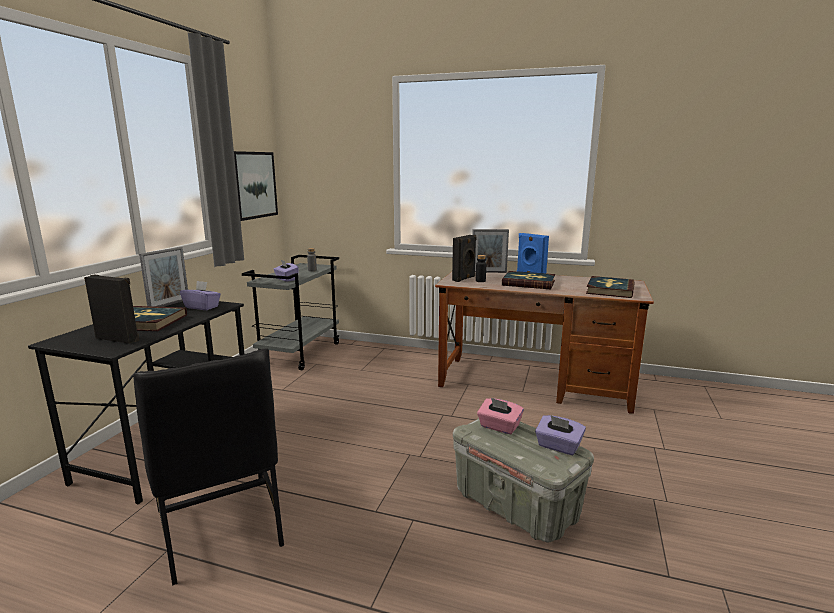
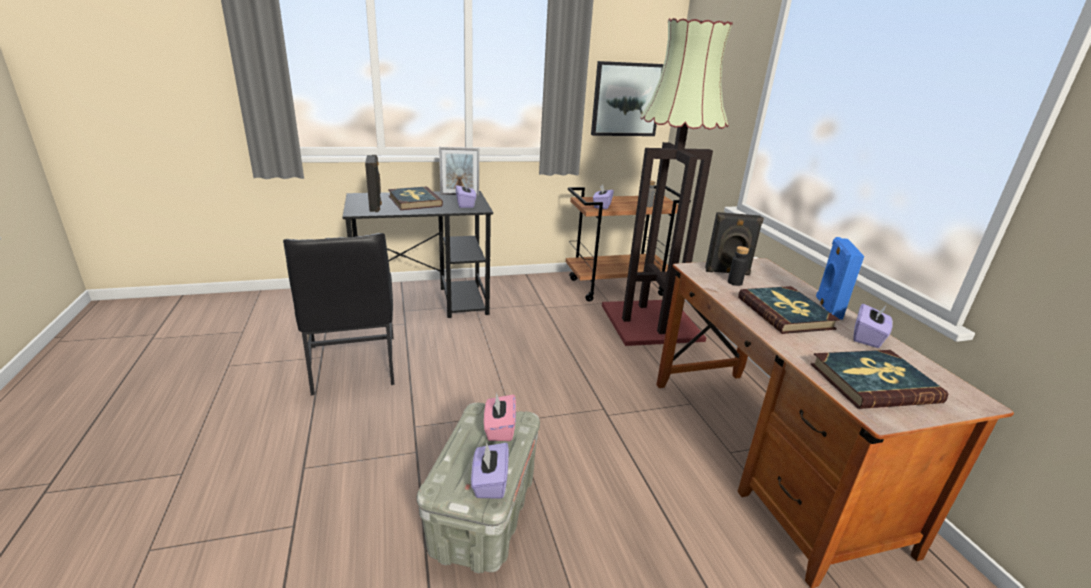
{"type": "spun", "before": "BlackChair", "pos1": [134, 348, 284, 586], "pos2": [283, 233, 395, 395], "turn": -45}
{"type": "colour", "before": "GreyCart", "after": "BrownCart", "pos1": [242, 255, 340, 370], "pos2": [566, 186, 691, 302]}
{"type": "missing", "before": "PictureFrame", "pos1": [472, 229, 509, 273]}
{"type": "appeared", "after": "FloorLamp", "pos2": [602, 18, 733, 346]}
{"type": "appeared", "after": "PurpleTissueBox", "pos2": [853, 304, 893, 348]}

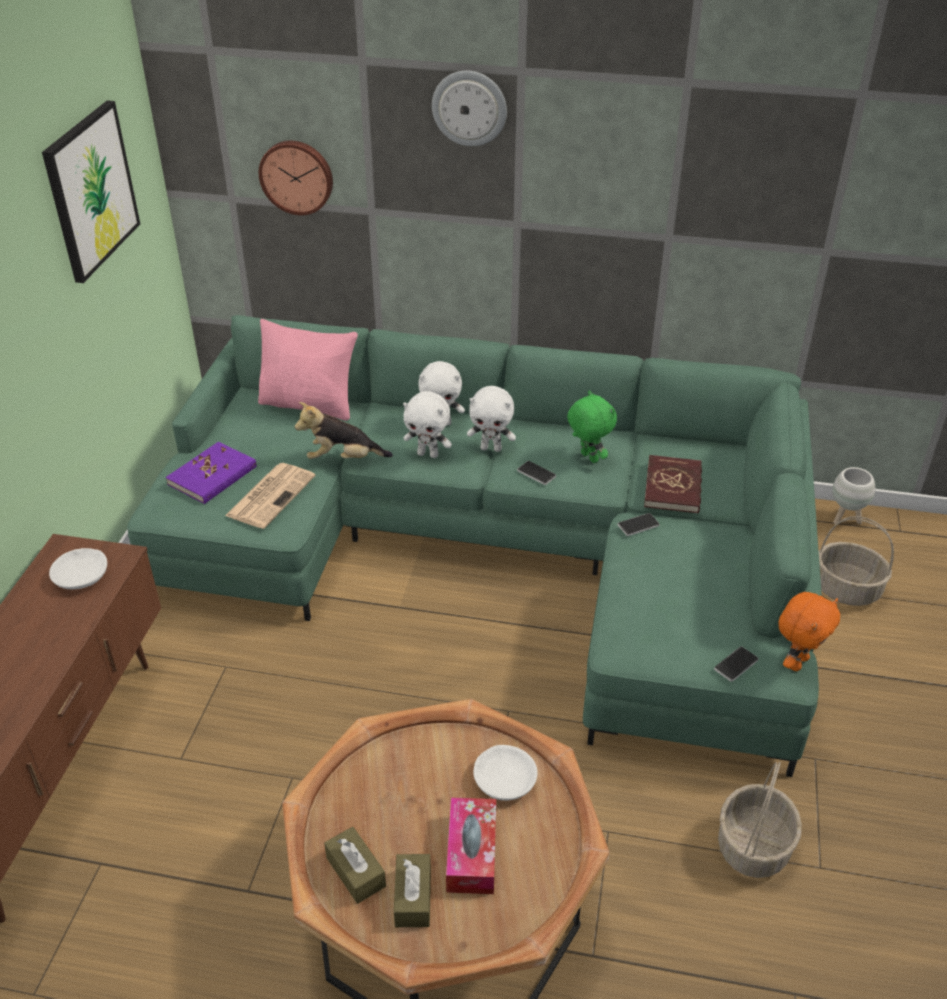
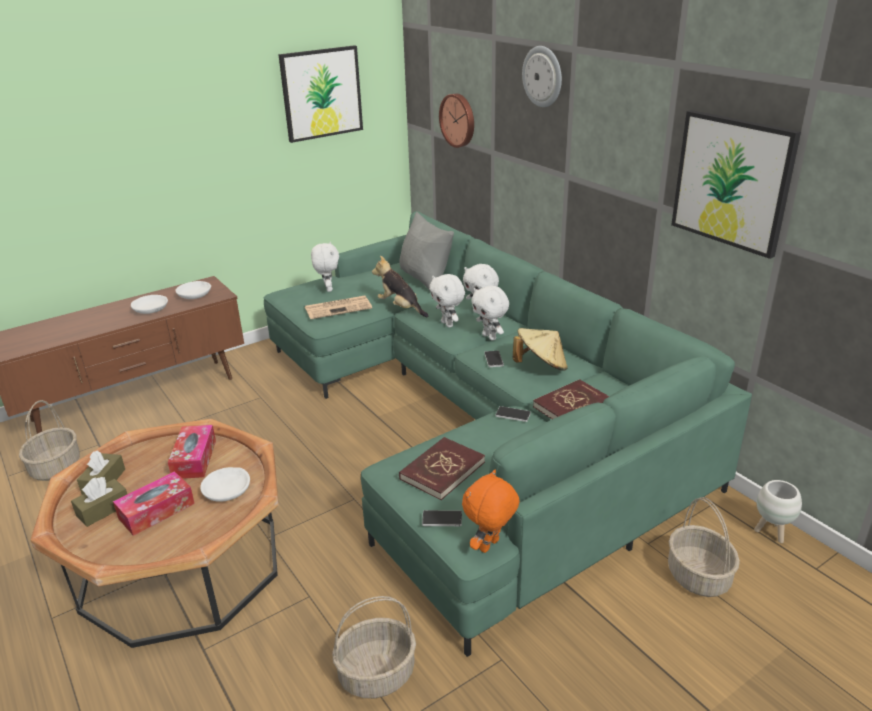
{"type": "exchanged", "before": "PurpleBook", "after": "WhitePlushToy", "pos1": [166, 442, 256, 504], "pos2": [311, 242, 339, 292]}
{"type": "colour", "before": "PinkPillow", "after": "GreyPillow", "pos1": [258, 319, 358, 421], "pos2": [399, 212, 454, 291]}
{"type": "exchanged", "before": "GreenPlushToy", "after": "BeigeHat", "pos1": [567, 390, 617, 463], "pos2": [513, 328, 568, 371]}
{"type": "spun", "before": "OrangePlushToy", "pos1": [778, 592, 840, 671], "pos2": [462, 469, 520, 553], "turn": 135}
{"type": "appeared", "after": "Basket", "pos2": [19, 400, 80, 481]}
{"type": "appeared", "after": "WhiteBowl", "pos2": [131, 295, 168, 314]}
{"type": "appeared", "after": "TissueBox", "pos2": [168, 425, 216, 479]}
{"type": "appeared", "after": "RedBook", "pos2": [399, 437, 485, 500]}
{"type": "appeared", "after": "Picture", "pos2": [671, 110, 801, 259]}

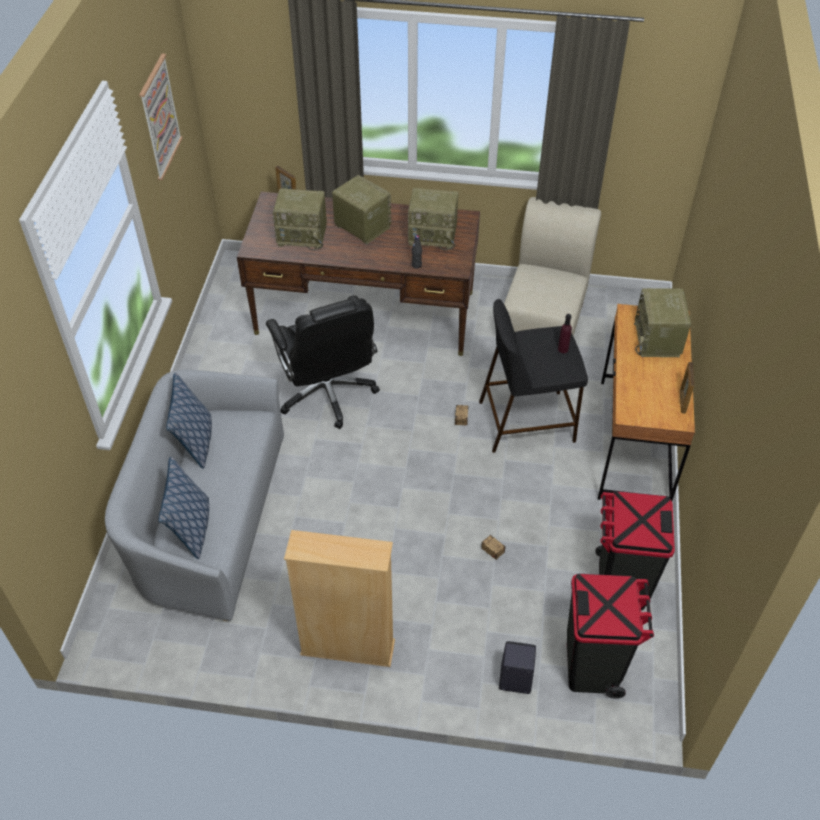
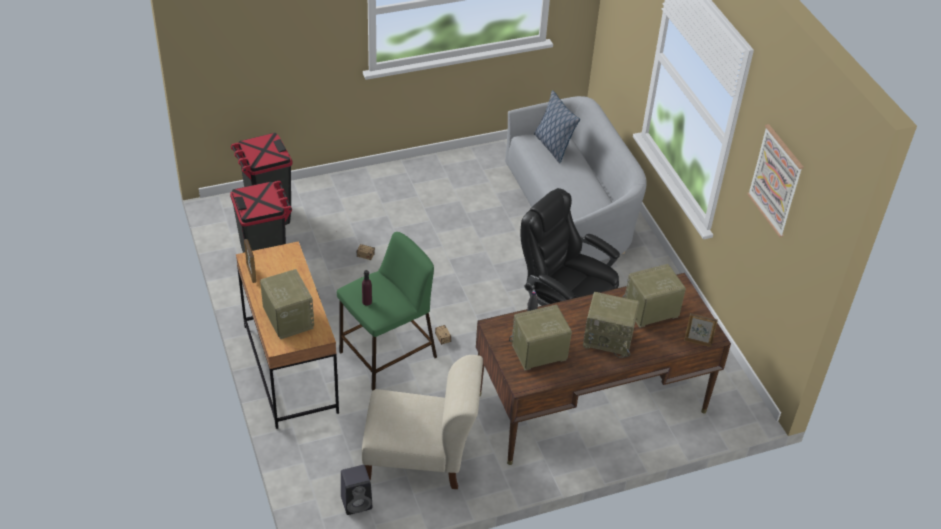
{"type": "missing", "before": "Pillow", "pos1": [166, 373, 212, 469]}
{"type": "missing", "before": "BeigeBookcase", "pos1": [284, 530, 395, 667]}
{"type": "colour", "before": "BlackStool", "after": "GreenStool", "pos1": [479, 299, 588, 453], "pos2": [337, 232, 437, 391]}
{"type": "relocated", "before": "BlackSpeaker", "pos1": [499, 641, 536, 694], "pos2": [341, 465, 372, 515]}
{"type": "spun", "before": "BeigeChair", "pos1": [504, 197, 601, 336], "pos2": [362, 355, 483, 489], "turn": -75}

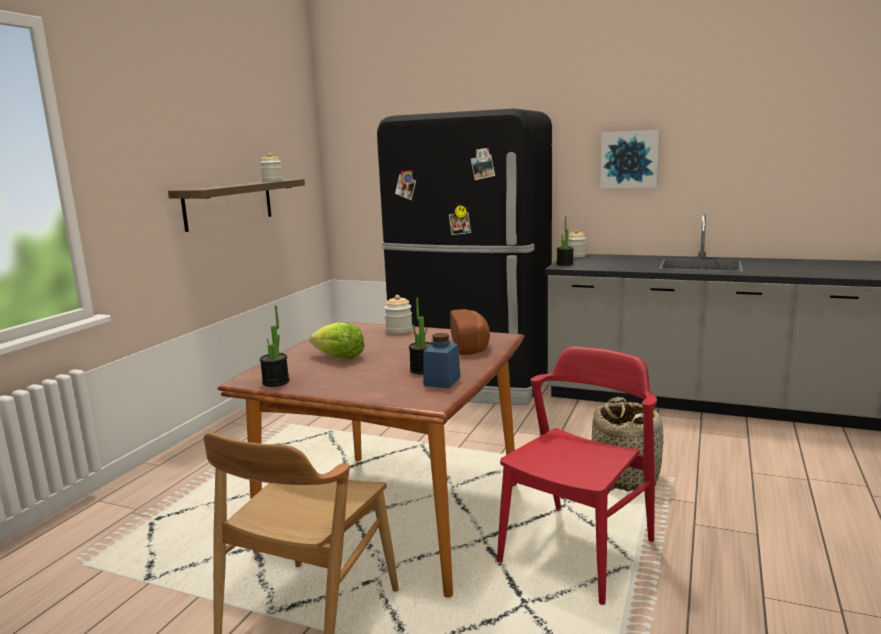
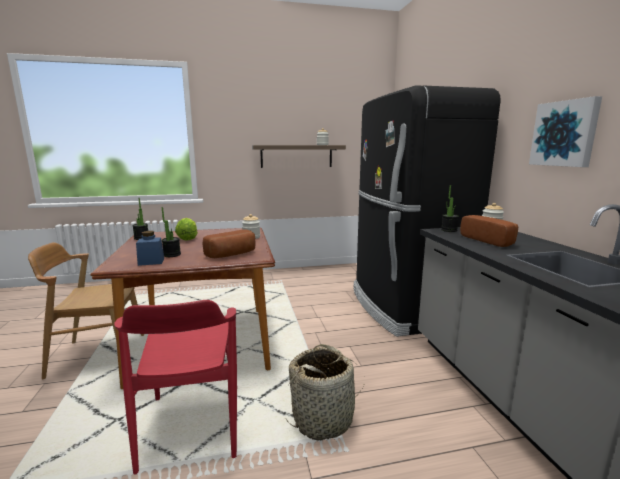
{"type": "spun", "before": "RedChair", "pos1": [497, 346, 657, 605], "pos2": [114, 300, 237, 475], "turn": 75}
{"type": "appeared", "after": "Bread", "pos2": [460, 215, 518, 247]}

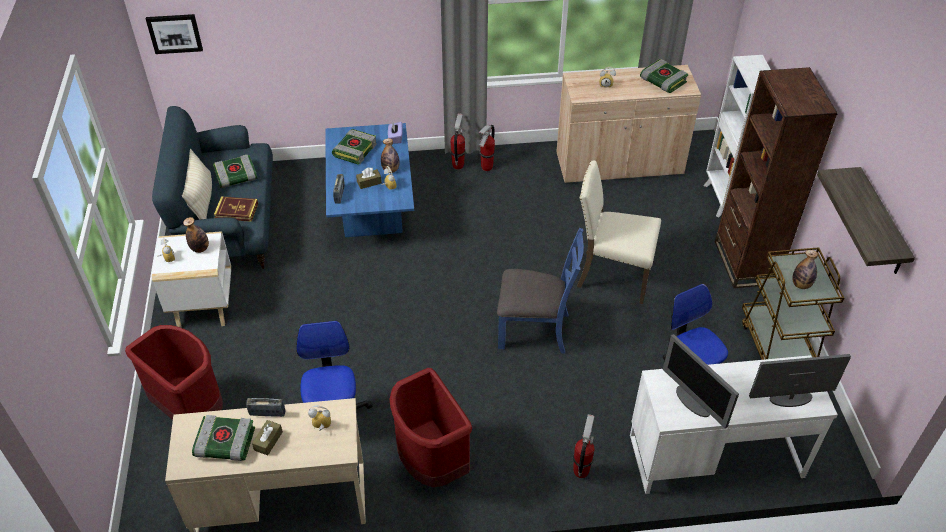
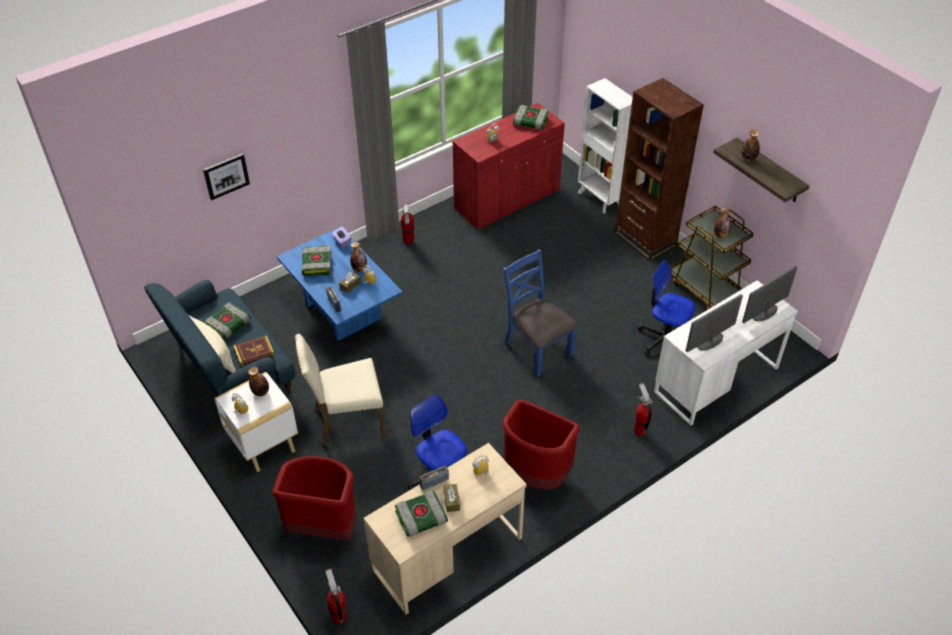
{"type": "relocated", "before": "Picture", "pos1": [146, 14, 203, 54], "pos2": [203, 153, 250, 200]}
{"type": "relocated", "before": "FireExtinguisher", "pos1": [450, 113, 466, 170], "pos2": [325, 569, 347, 624]}
{"type": "spun", "before": "BlueChair", "pos1": [497, 228, 584, 354], "pos2": [503, 250, 577, 377], "turn": -105}
{"type": "colour", "before": "BeigeCabinet", "after": "RedCabinet", "pos1": [556, 65, 701, 183], "pos2": [452, 103, 565, 230]}
{"type": "relocated", "before": "BeigeChair", "pos1": [577, 160, 661, 304], "pos2": [295, 334, 386, 446]}
{"type": "spun", "before": "Monitor", "pos1": [663, 334, 739, 428], "pos2": [686, 294, 743, 352], "turn": 120}
{"type": "appeared", "after": "Bottle", "pos2": [741, 130, 760, 161]}

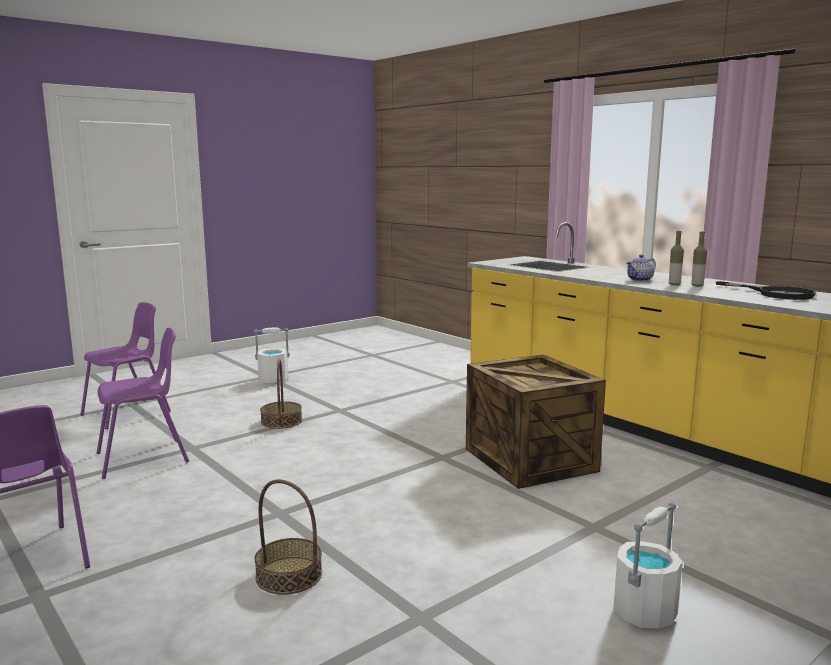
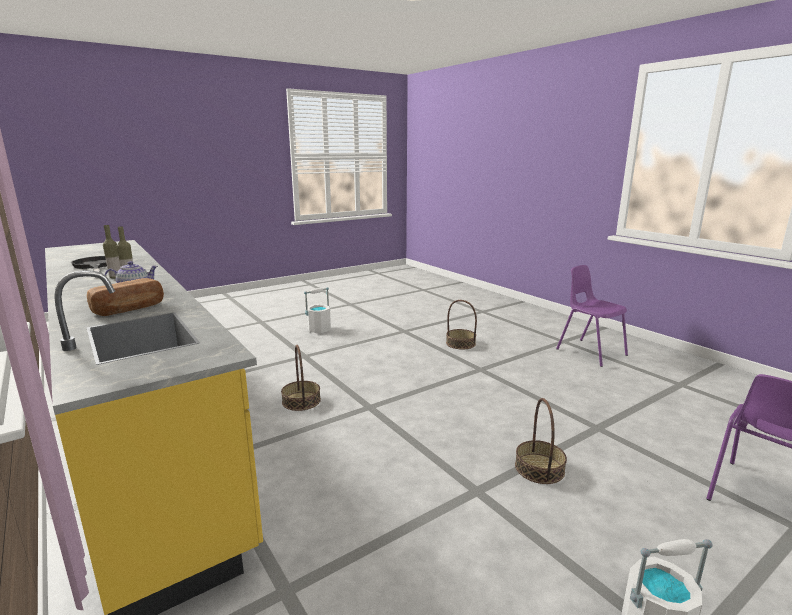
{"type": "missing", "before": "PurpleChair", "pos1": [97, 328, 189, 479]}
{"type": "exchanged", "before": "Crate", "after": "Basket", "pos1": [466, 355, 606, 489], "pos2": [281, 345, 321, 411]}
{"type": "appeared", "after": "Bread", "pos2": [87, 278, 164, 316]}

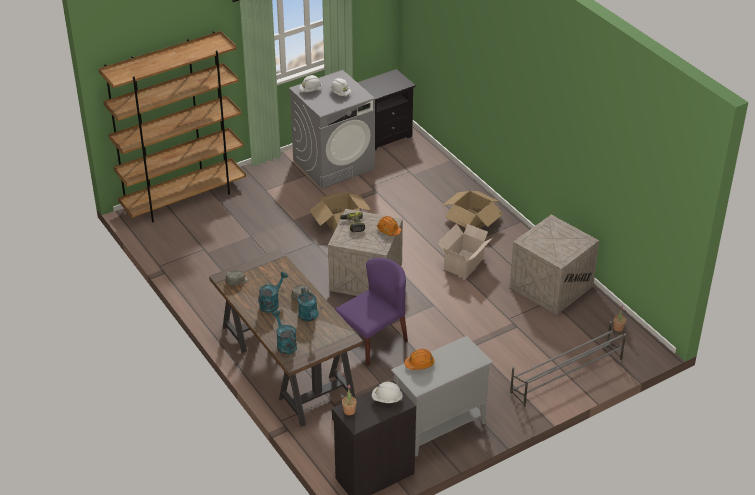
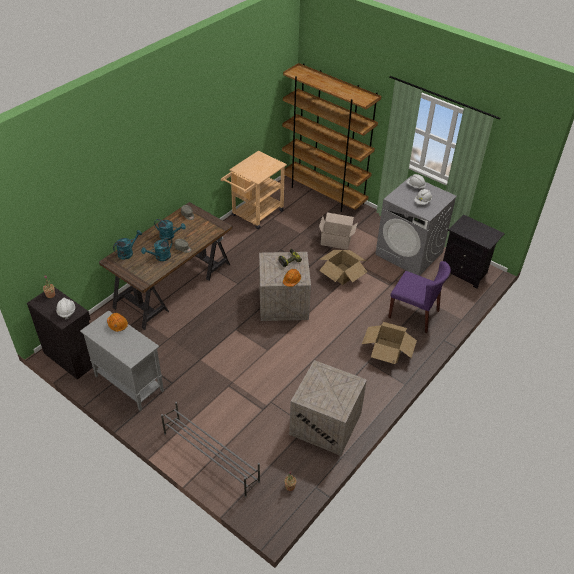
{"type": "relocated", "before": "PurpleChair", "pos1": [335, 258, 408, 366], "pos2": [388, 261, 451, 333]}
{"type": "relocated", "before": "CardboardBox", "pos1": [438, 224, 492, 278], "pos2": [319, 212, 358, 250]}
{"type": "appeared", "after": "BeigeCart", "pos2": [221, 151, 287, 229]}

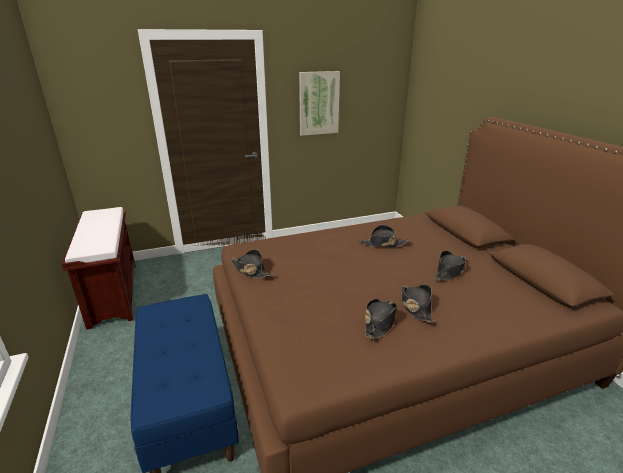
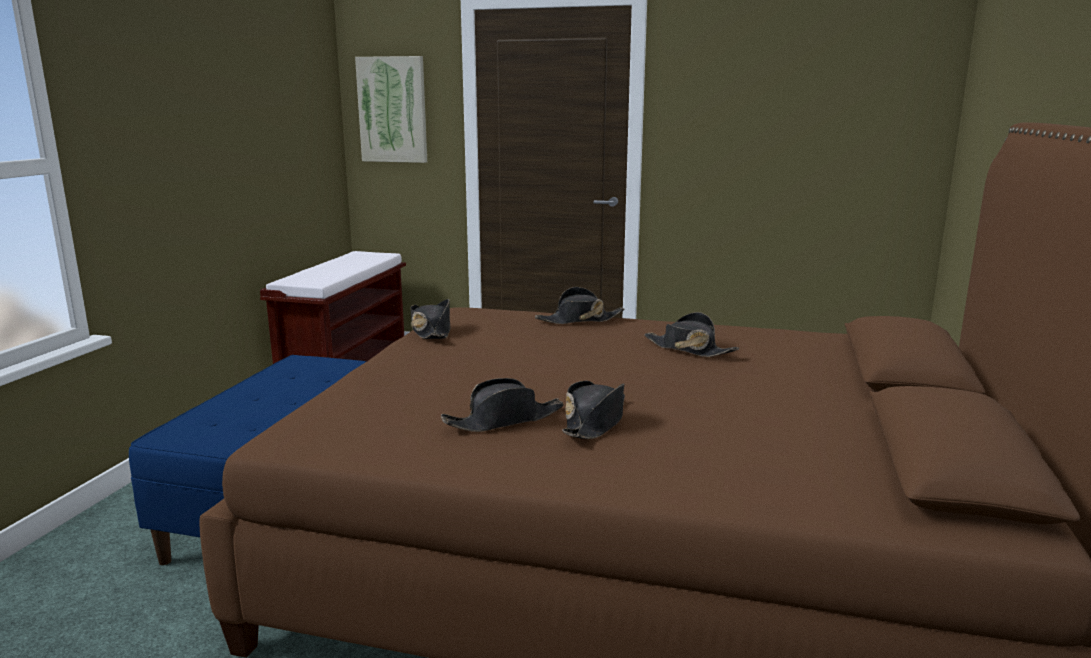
{"type": "relocated", "before": "Picture", "pos1": [299, 71, 340, 136], "pos2": [355, 56, 427, 163]}
{"type": "relocated", "before": "BlackHat", "pos1": [433, 251, 467, 281], "pos2": [535, 287, 624, 324]}

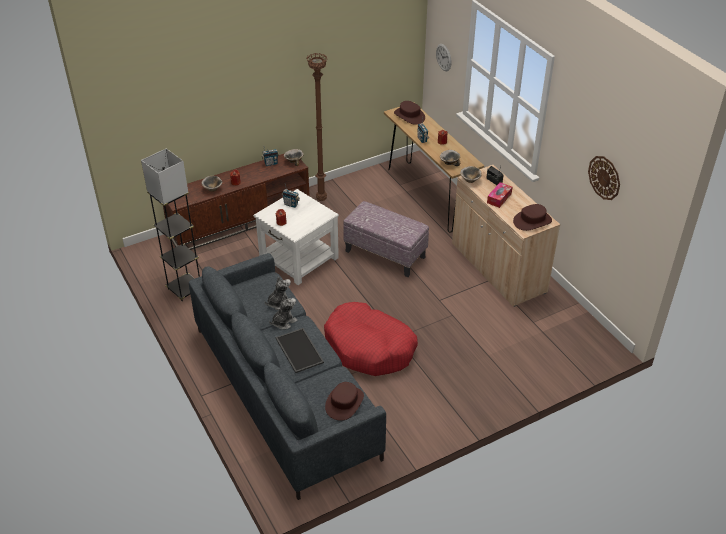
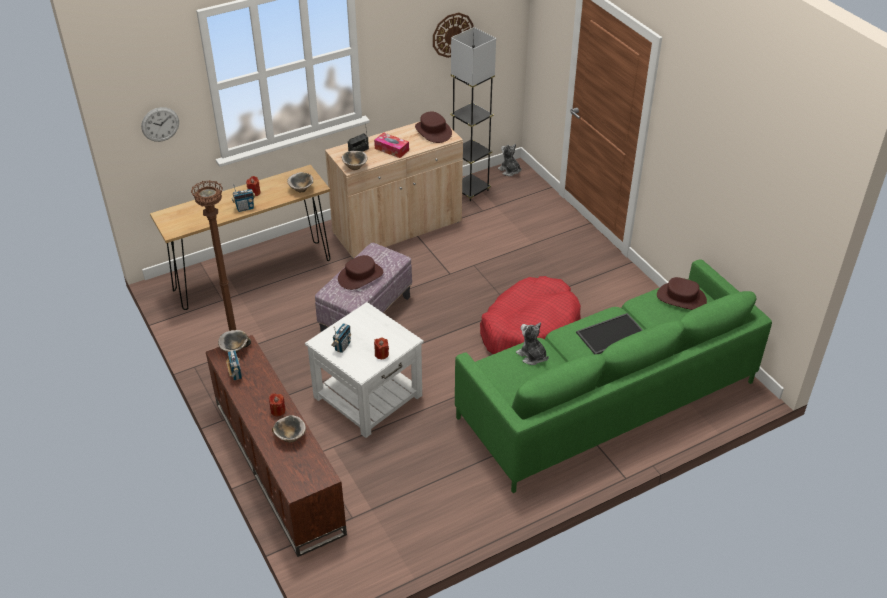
{"type": "relocated", "before": "GreyFloorLamp", "pos1": [141, 148, 200, 301], "pos2": [451, 27, 496, 201]}
{"type": "colour", "before": "GreySofa", "after": "GreenSofa", "pos1": [189, 253, 386, 500], "pos2": [455, 259, 772, 493]}
{"type": "relocated", "before": "PlushToy", "pos1": [269, 296, 298, 330], "pos2": [498, 144, 522, 176]}
{"type": "relocated", "before": "BrownHat", "pos1": [394, 101, 425, 125], "pos2": [338, 255, 383, 290]}

